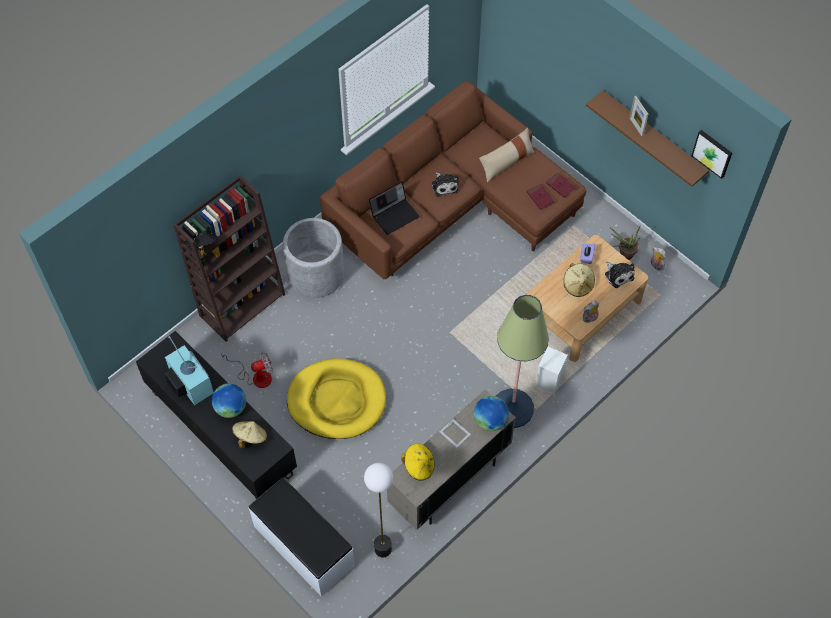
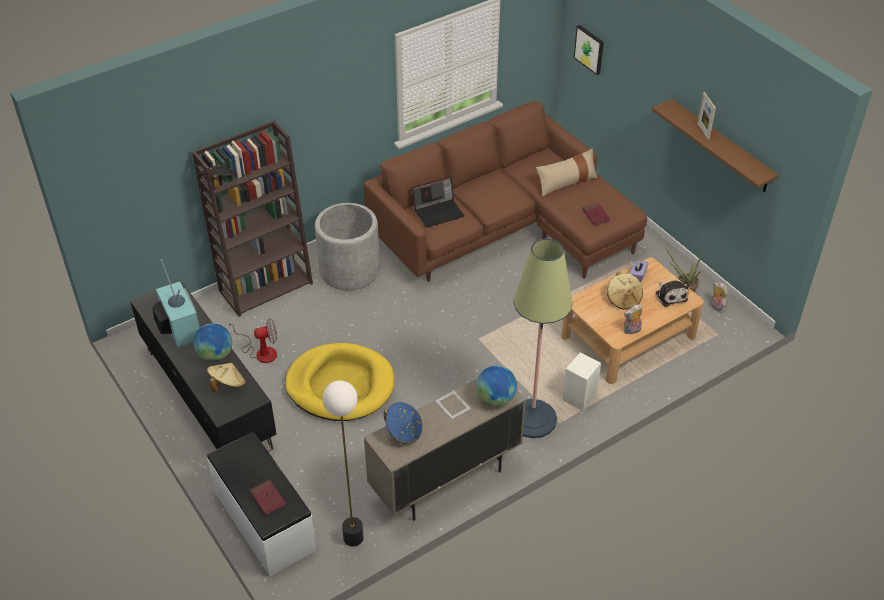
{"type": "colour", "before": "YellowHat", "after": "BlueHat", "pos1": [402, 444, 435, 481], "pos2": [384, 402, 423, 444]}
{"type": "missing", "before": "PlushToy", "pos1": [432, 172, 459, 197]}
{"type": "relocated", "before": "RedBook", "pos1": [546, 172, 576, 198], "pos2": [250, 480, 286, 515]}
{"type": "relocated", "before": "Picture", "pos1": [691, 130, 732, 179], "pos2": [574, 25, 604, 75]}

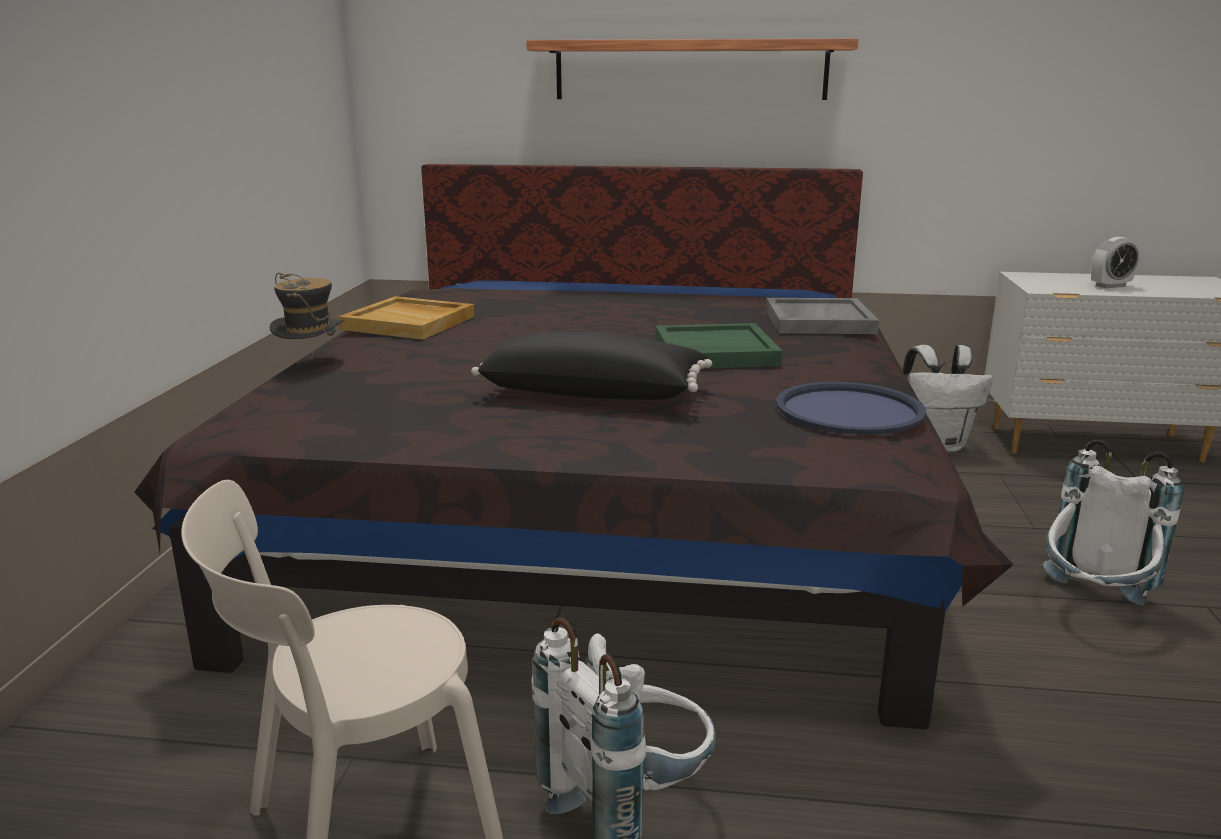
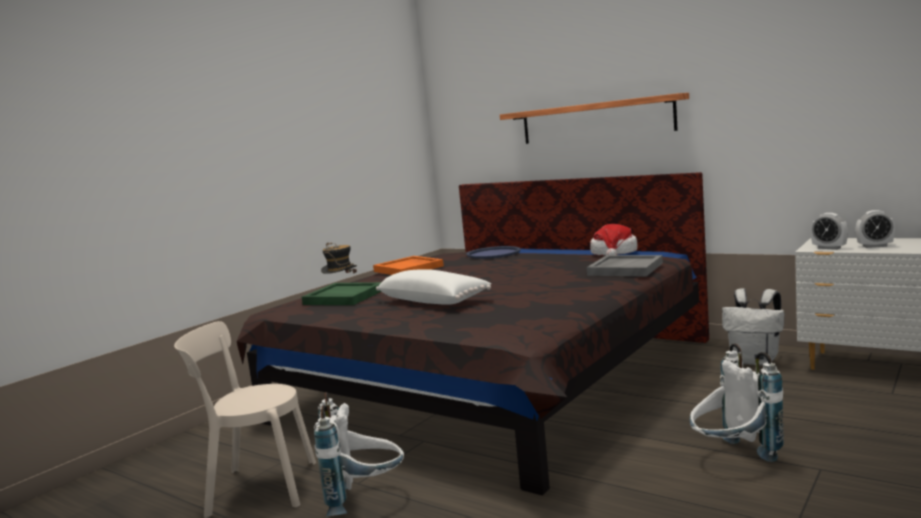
{"type": "colour", "before": "BeigeTray", "after": "OrangeTray", "pos1": [338, 296, 474, 340], "pos2": [373, 256, 444, 275]}
{"type": "colour", "before": "BlackPillow", "after": "WhitePillow", "pos1": [471, 332, 712, 400], "pos2": [376, 269, 491, 305]}
{"type": "relocated", "before": "GreenTray", "pos1": [655, 323, 783, 368], "pos2": [302, 282, 381, 305]}
{"type": "relocated", "before": "BlueTray", "pos1": [776, 382, 926, 435], "pos2": [466, 246, 521, 259]}
{"type": "appeared", "after": "Hat", "pos2": [590, 224, 638, 255]}
{"type": "appeared", "after": "AlarmClock", "pos2": [811, 213, 848, 250]}

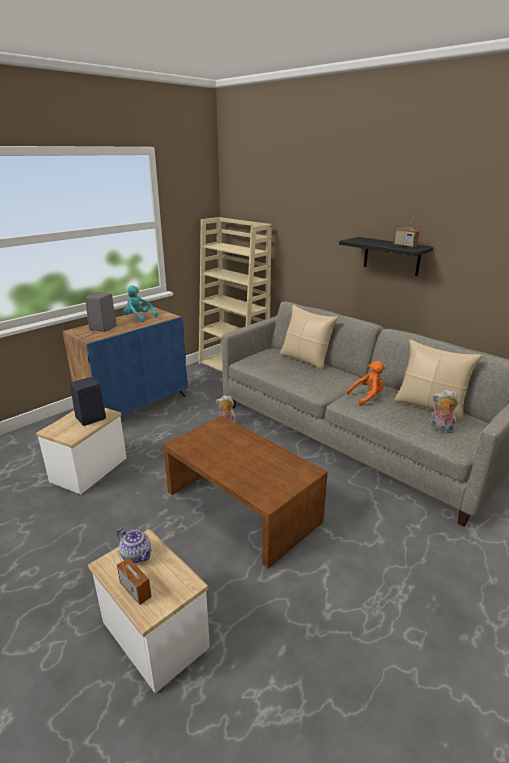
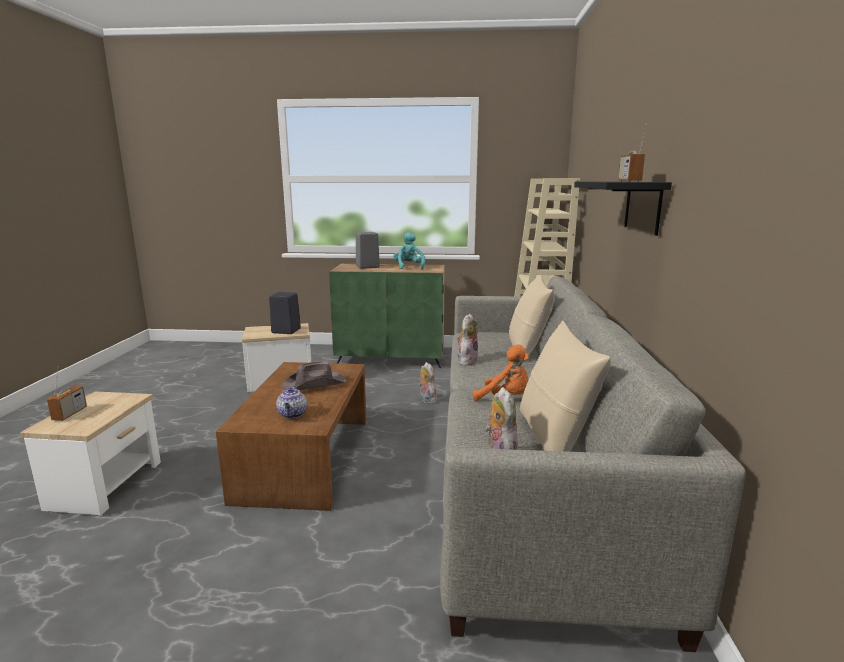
{"type": "colour", "before": "BlueCabinet", "after": "GreenCabinet", "pos1": [63, 307, 187, 415], "pos2": [329, 264, 445, 368]}
{"type": "relocated", "before": "Teapot", "pos1": [117, 528, 152, 563], "pos2": [276, 386, 307, 418]}
{"type": "appeared", "after": "BrownHat", "pos2": [282, 360, 347, 390]}
{"type": "appeared", "after": "PlushToy", "pos2": [457, 314, 478, 366]}

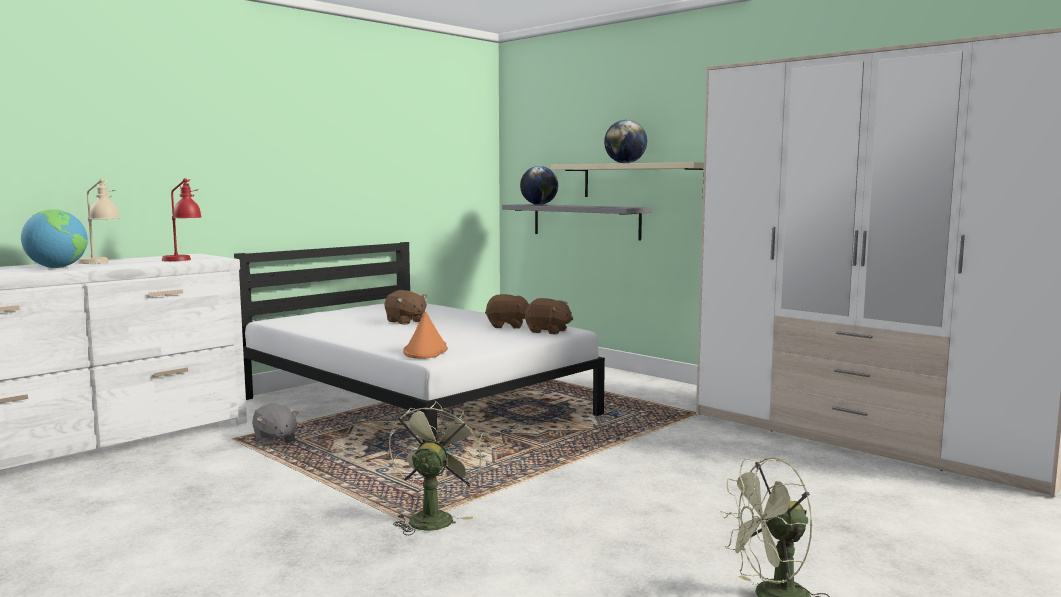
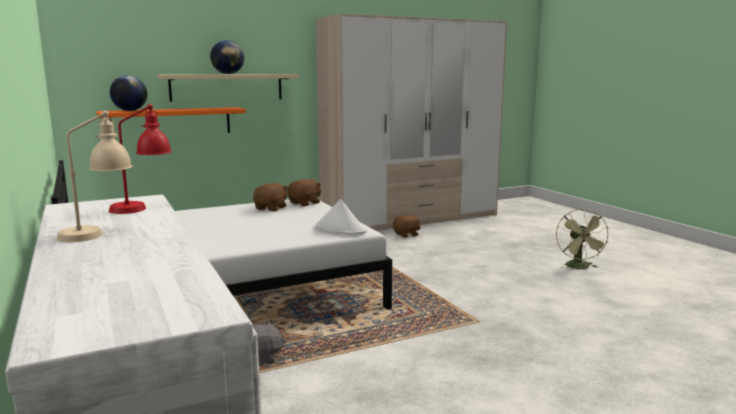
{"type": "missing", "before": "Globe", "pos1": [21, 209, 88, 268]}
{"type": "relocated", "before": "BrownPlushToy", "pos1": [384, 290, 427, 325], "pos2": [393, 215, 421, 238]}
{"type": "missing", "before": "GreenFan", "pos1": [389, 401, 484, 535]}
{"type": "colour", "before": "OrangeHat", "after": "WhiteHat", "pos1": [403, 311, 448, 359], "pos2": [314, 199, 367, 235]}
{"type": "colour", "before": "GreyShelf", "after": "OrangeShelf", "pos1": [502, 204, 652, 241], "pos2": [96, 107, 246, 133]}

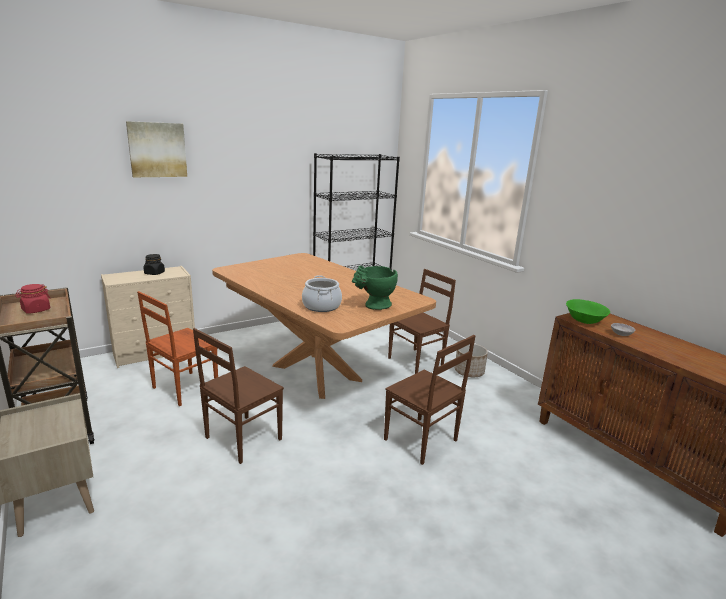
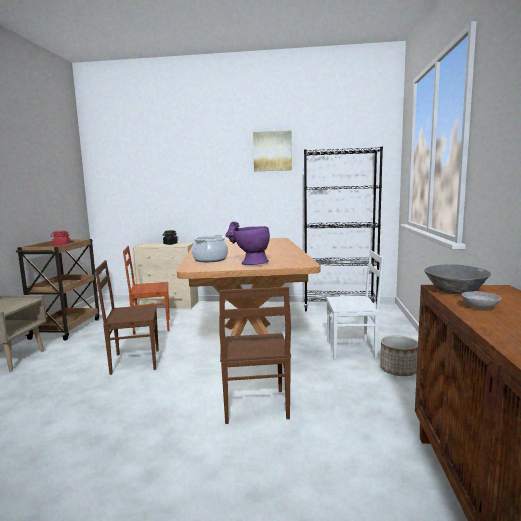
{"type": "relocated", "before": "Picture", "pos1": [126, 121, 187, 177], "pos2": [253, 131, 292, 171]}
{"type": "colour", "before": "GreenVase", "after": "PurpleVase", "pos1": [352, 266, 398, 310], "pos2": [226, 222, 270, 265]}
{"type": "colour", "before": "BrownChair", "after": "WhiteChair", "pos1": [388, 269, 456, 374], "pos2": [326, 250, 384, 359]}
{"type": "colour", "before": "GreenBowl", "after": "GreyBowl", "pos1": [566, 299, 610, 324], "pos2": [424, 264, 491, 294]}

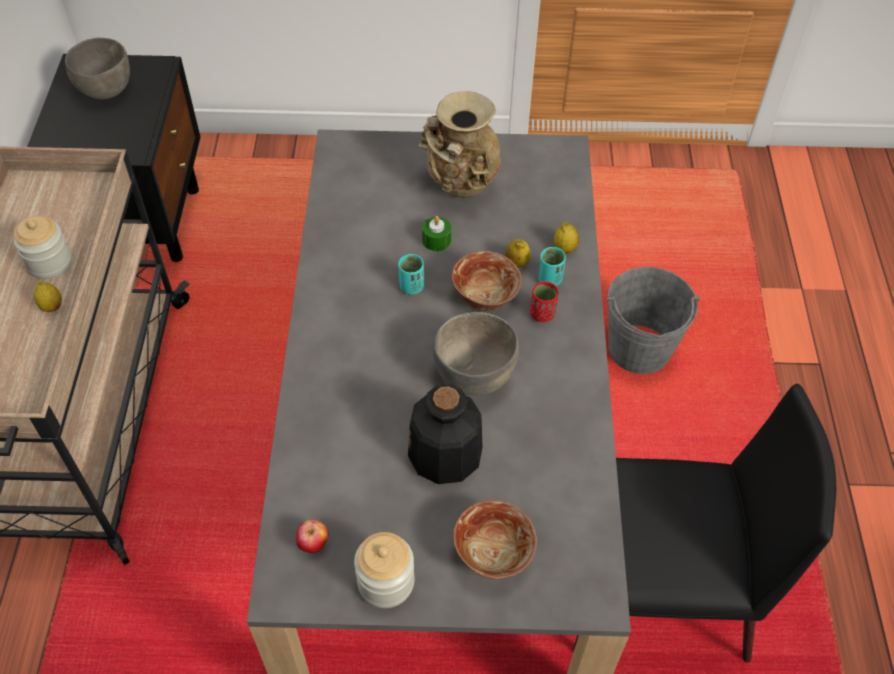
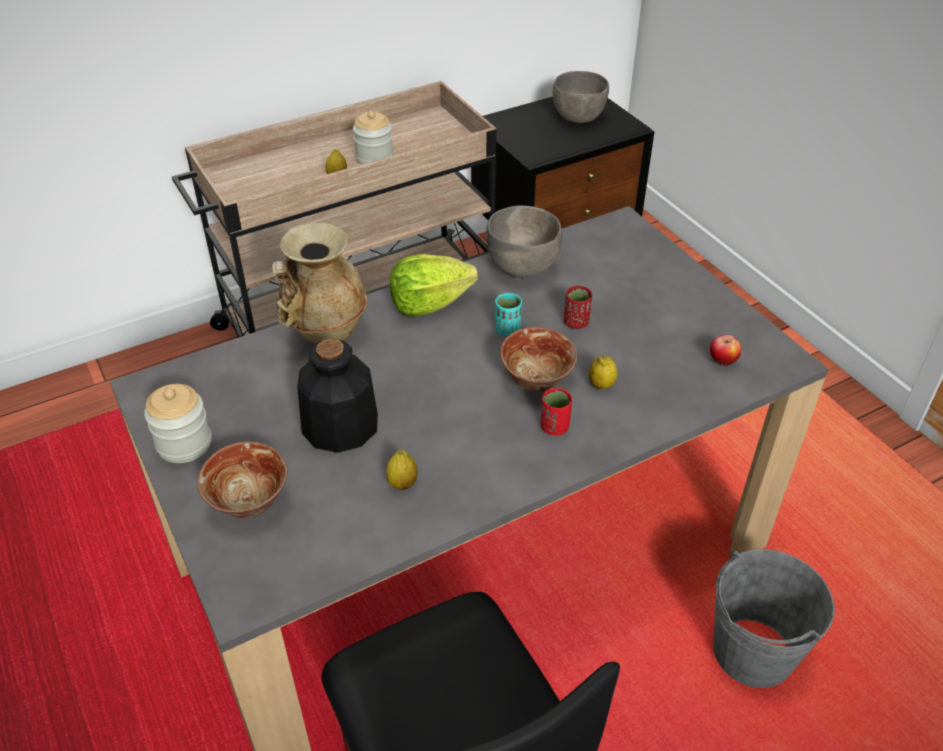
{"type": "relocated", "before": "Apple", "pos1": [296, 519, 328, 553], "pos2": [710, 335, 741, 366]}
{"type": "relocated", "before": "BeigeVase", "pos1": [418, 91, 501, 198], "pos2": [272, 223, 367, 345]}
{"type": "exchanged", "before": "GreenCandle", "after": "RedCup", "pos1": [422, 216, 451, 251], "pos2": [564, 286, 592, 329]}
{"type": "relocated", "before": "GreyBowl", "pos1": [433, 312, 519, 396], "pos2": [486, 206, 562, 278]}
{"type": "missing", "before": "TurquoiseCup", "pos1": [538, 247, 566, 286]}
{"type": "relocated", "before": "Lemon", "pos1": [554, 222, 579, 253], "pos2": [386, 450, 418, 490]}
{"type": "appeared", "after": "Lettuce", "pos2": [390, 254, 478, 316]}

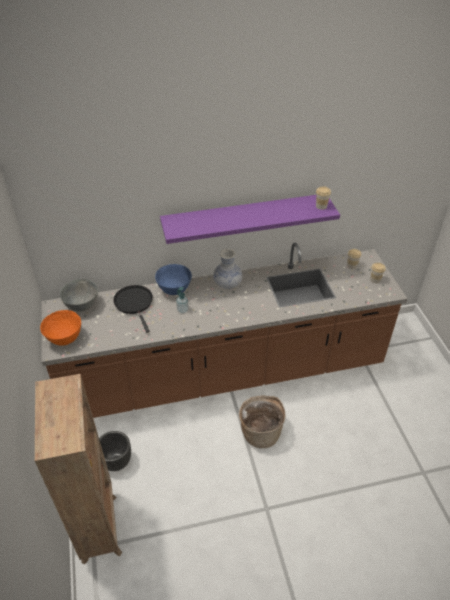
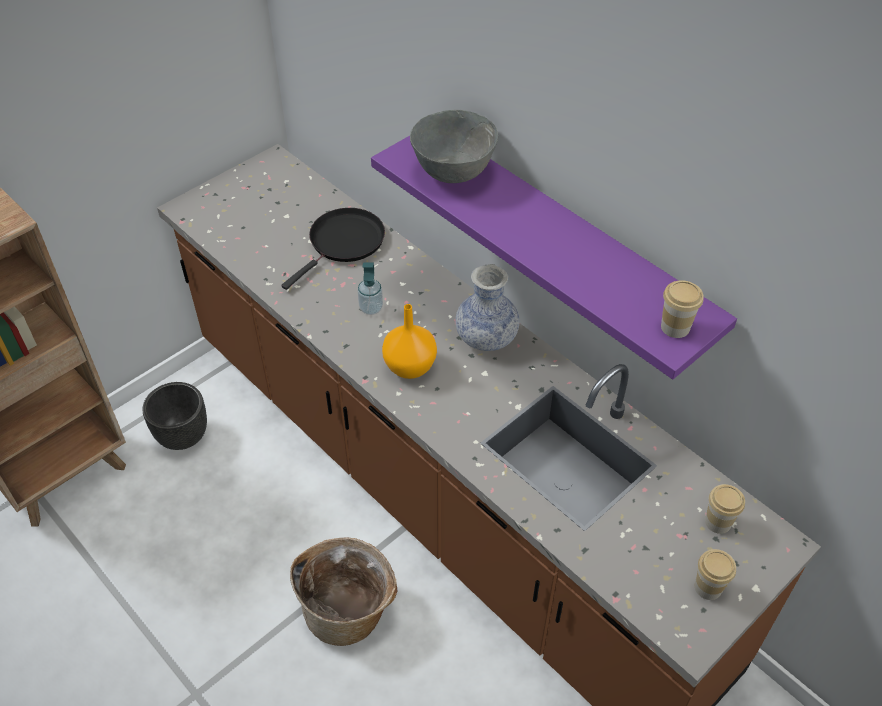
{"type": "missing", "before": "OrangeBowl", "pos1": [40, 310, 81, 346]}
{"type": "relocated", "before": "GreyBowl", "pos1": [60, 279, 98, 312], "pos2": [410, 110, 498, 183]}
{"type": "missing", "before": "BlueBowl", "pos1": [155, 264, 192, 295]}
{"type": "appeared", "after": "OrangeVase", "pos2": [382, 304, 437, 379]}

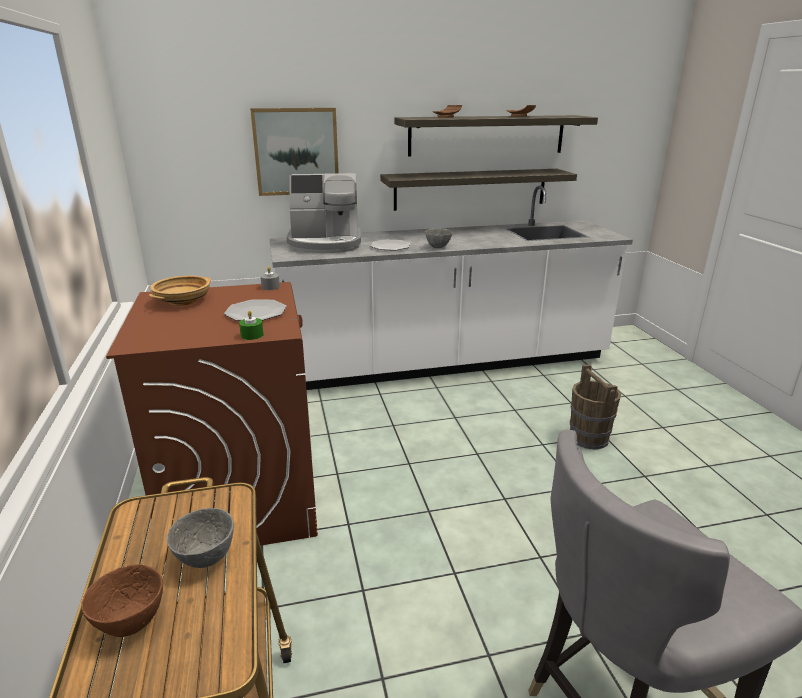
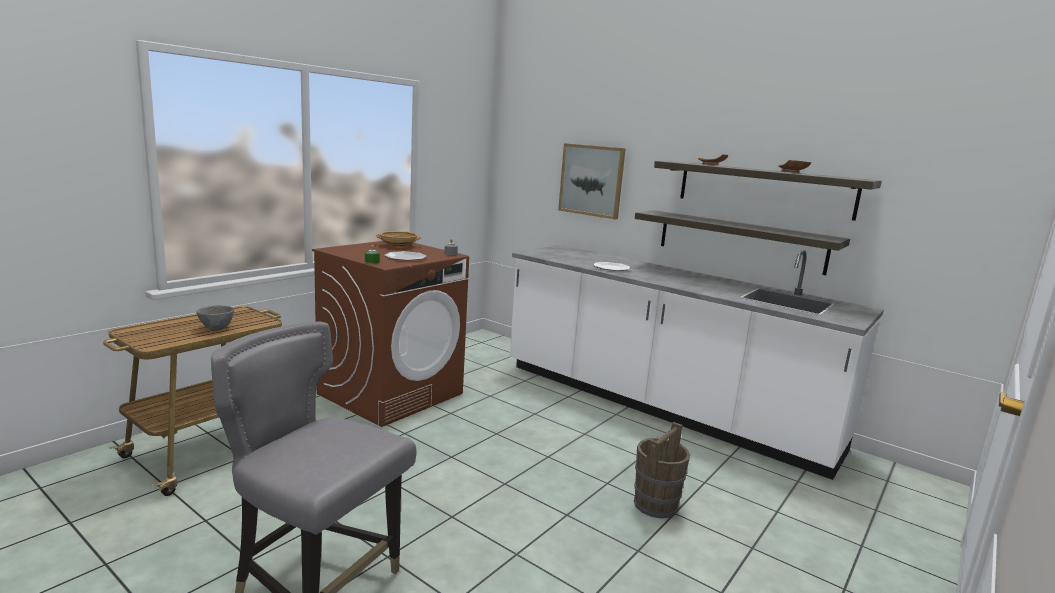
{"type": "missing", "before": "BrownBowl", "pos1": [81, 564, 163, 637]}
{"type": "missing", "before": "CoffeeMachine", "pos1": [287, 173, 361, 253]}
{"type": "missing", "before": "GreyBowl", "pos1": [425, 228, 452, 248]}

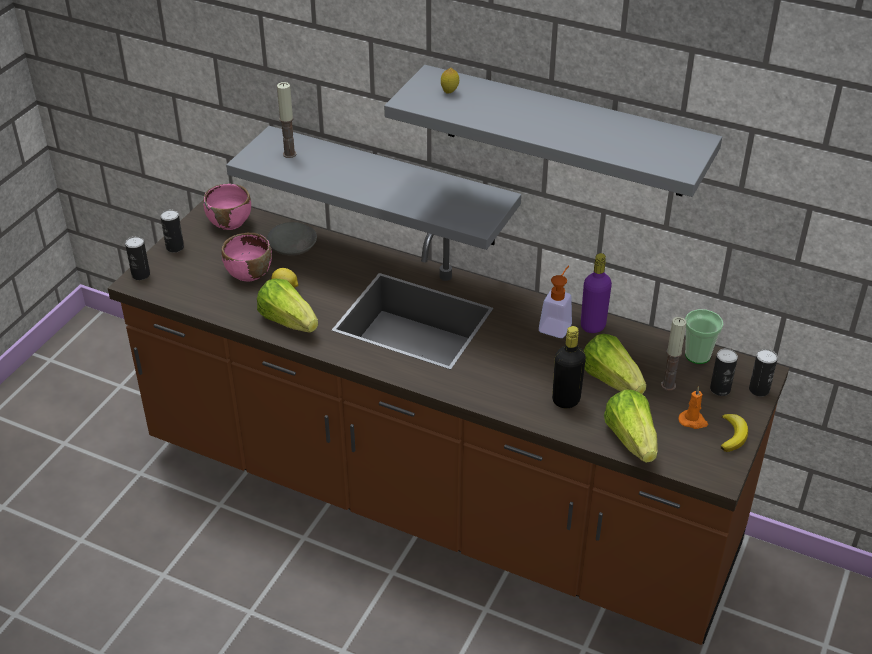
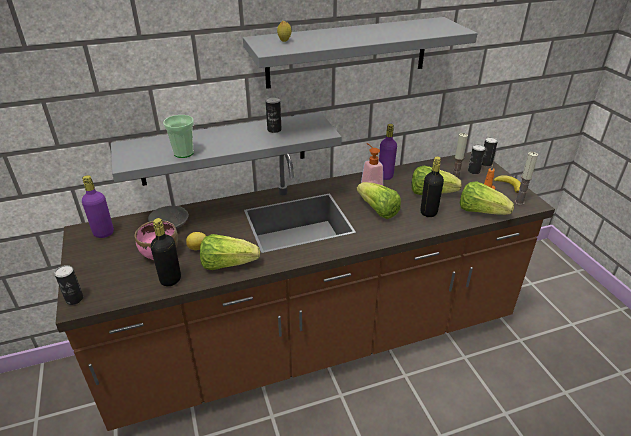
{"type": "relocated", "before": "Can", "pos1": [160, 209, 184, 253], "pos2": [266, 97, 282, 133]}
{"type": "exchanged", "before": "PinkBowl", "after": "PurpleBottle", "pos1": [203, 184, 251, 230], "pos2": [82, 175, 114, 238]}
{"type": "relocated", "before": "Candle", "pos1": [277, 82, 297, 158], "pos2": [514, 152, 538, 205]}
{"type": "relocated", "before": "Cup", "pos1": [685, 309, 724, 364], "pos2": [163, 115, 194, 158]}
{"type": "appeared", "after": "BlackBottle", "pos2": [151, 218, 181, 286]}
{"type": "appeared", "after": "Lettuce", "pos2": [357, 182, 401, 219]}

